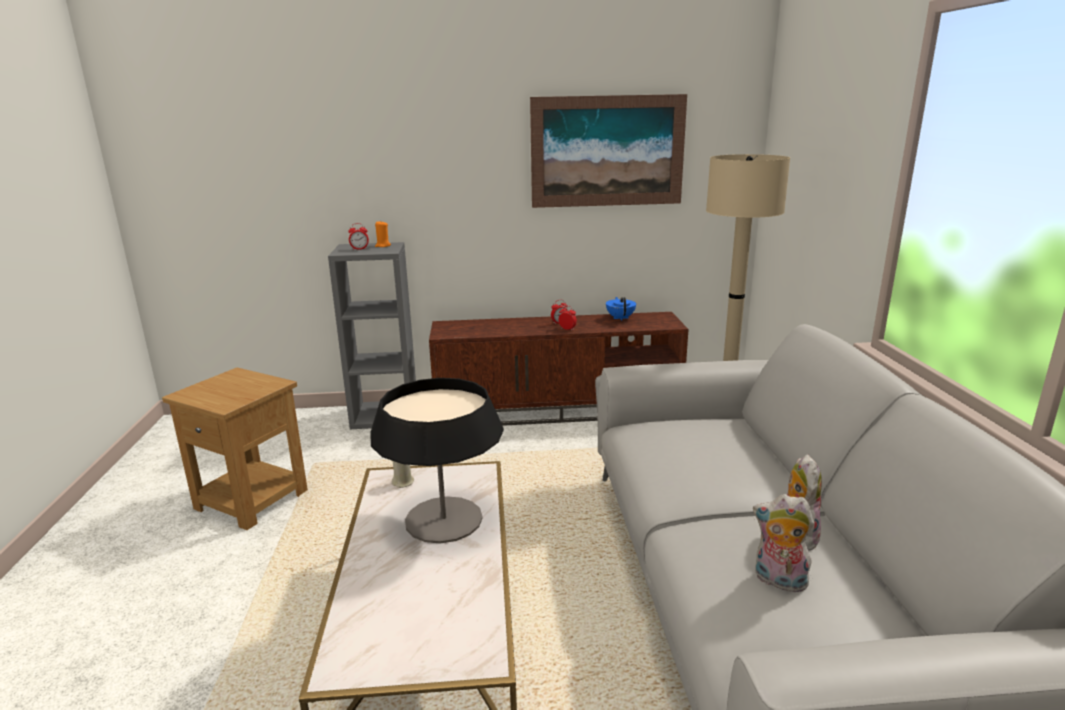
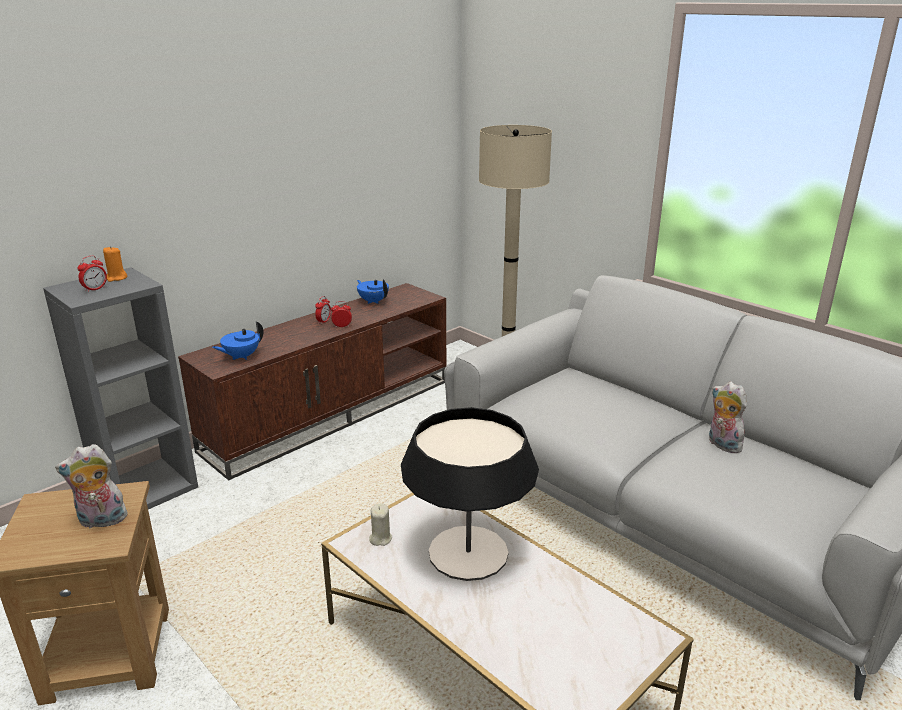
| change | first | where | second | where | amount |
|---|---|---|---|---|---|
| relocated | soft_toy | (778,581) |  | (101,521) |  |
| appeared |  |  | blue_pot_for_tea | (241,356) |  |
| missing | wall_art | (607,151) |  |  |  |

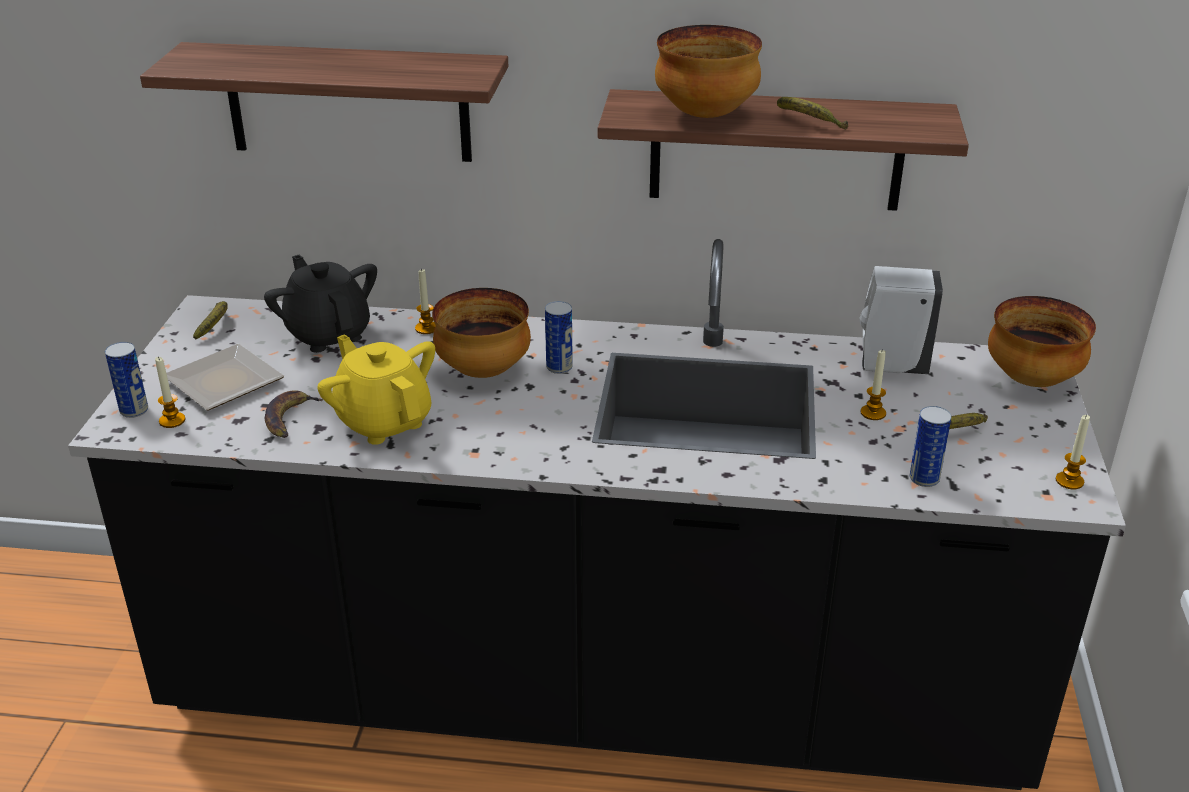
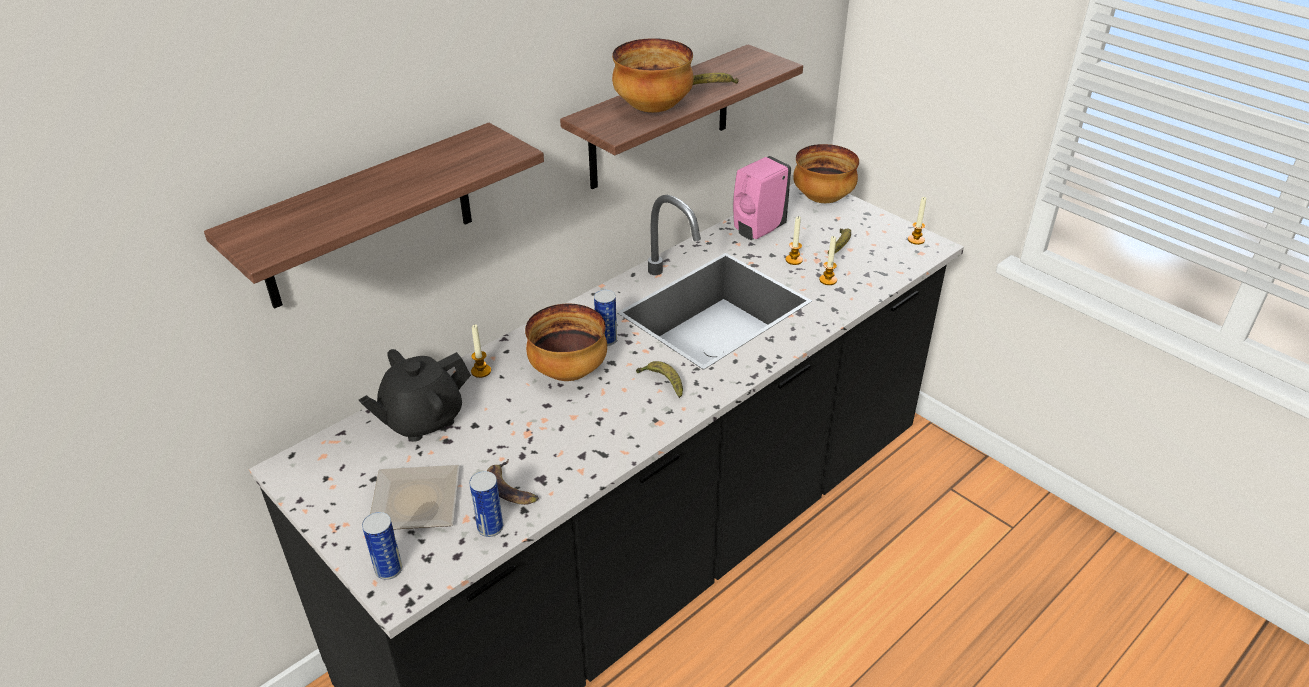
| change | first | where | second | where | amount |
|---|---|---|---|---|---|
| spun | blackish_pot_for_tea | (328,334) |  | (422,419) | 45 degrees counterclockwise |
| relocated | metal_can | (924,478) |  | (490,528) |  |
| relocated | banana | (215,325) |  | (662,383) |  |
| colour | white-coloured_soap_dispenser | (889,366) | pink_soap_dispenser | (757,230) |  |
| relocated | candle | (172,420) |  | (828,280) |  |
| missing | yellow_pot_for_tea | (384,421) |  |  |  |

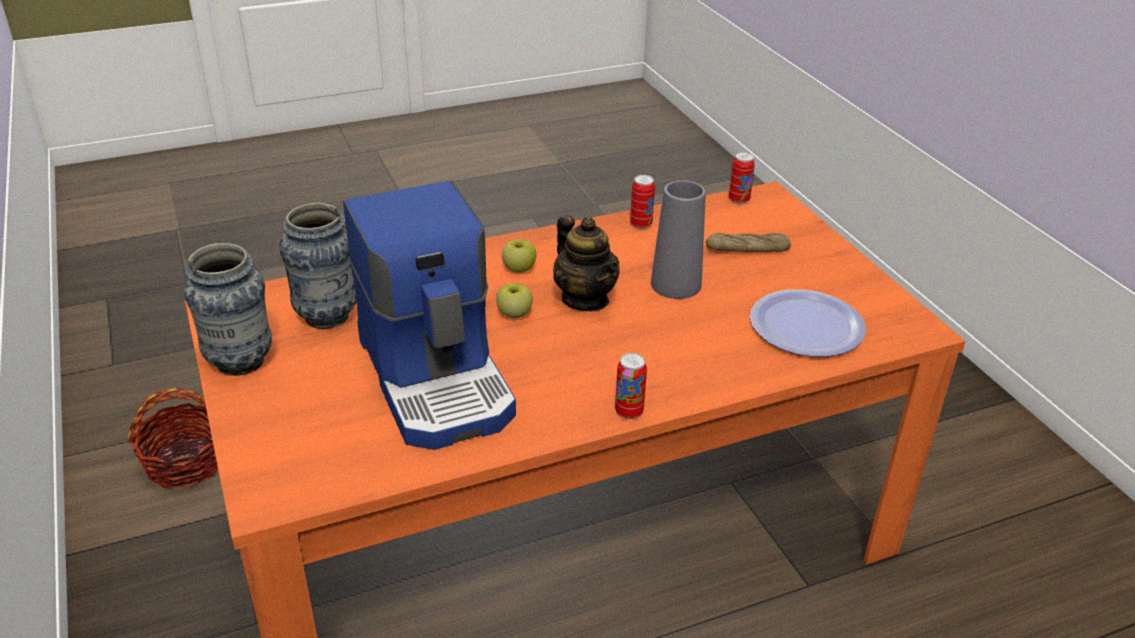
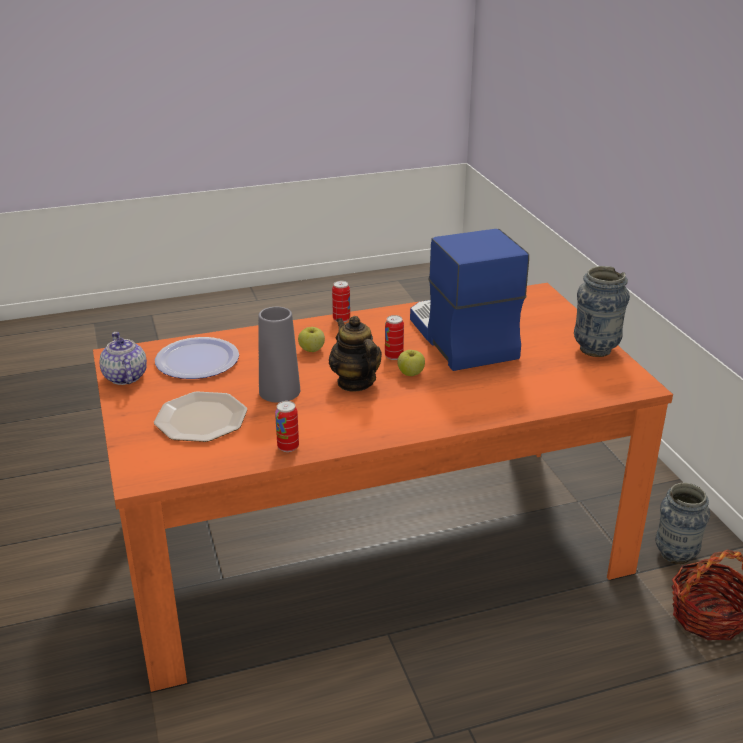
| change | first | where | second | where | amount |
|---|---|---|---|---|---|
| appeared |  |  | pot_for_tea | (125,377) |  |
| exchanged | bread | (747,249) | plate | (201,419) |  |
| relocated | whole_apple | (519,269) |  | (312,350) |  |
| relocated | metal_can | (739,200) |  | (394,356) |  |
| relocated | flower_vase | (327,317) |  | (675,555) |  |

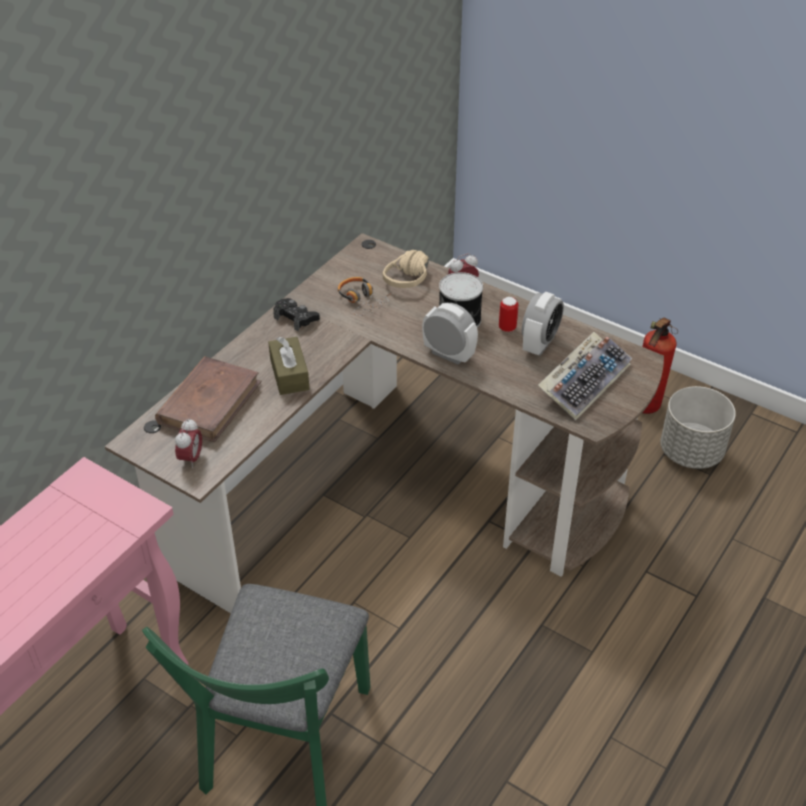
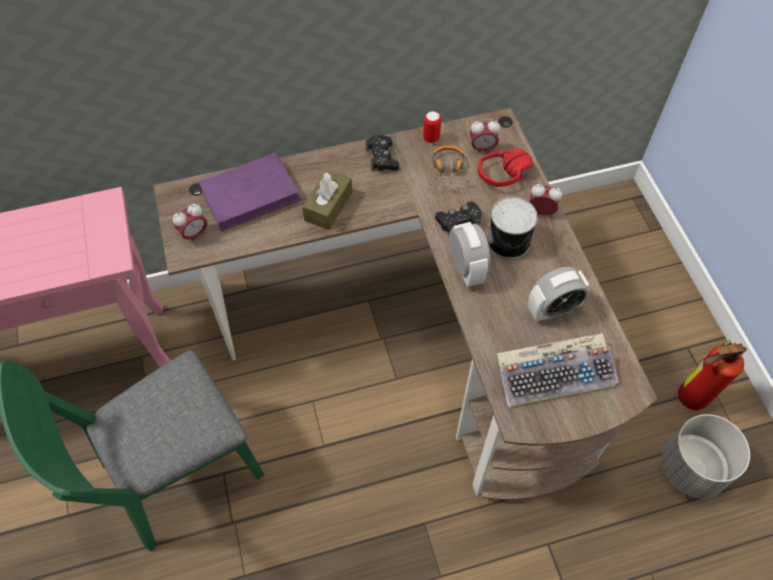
| change | first | where | second | where | amount |
|---|---|---|---|---|---|
| colour | brown-coloured_book | (209,402) | purple-coloured_book | (250,194) |  |
| relocated | metal_can | (507,328) |  | (431,138) |  |
| appeared |  |  | blackish_joypad | (458,221) |  |
| appeared |  |  | bedside_clock | (482,148) |  |
| colour | beige-coloured_headphones | (415,282) | red-coloured_headphones | (507,181) |  |

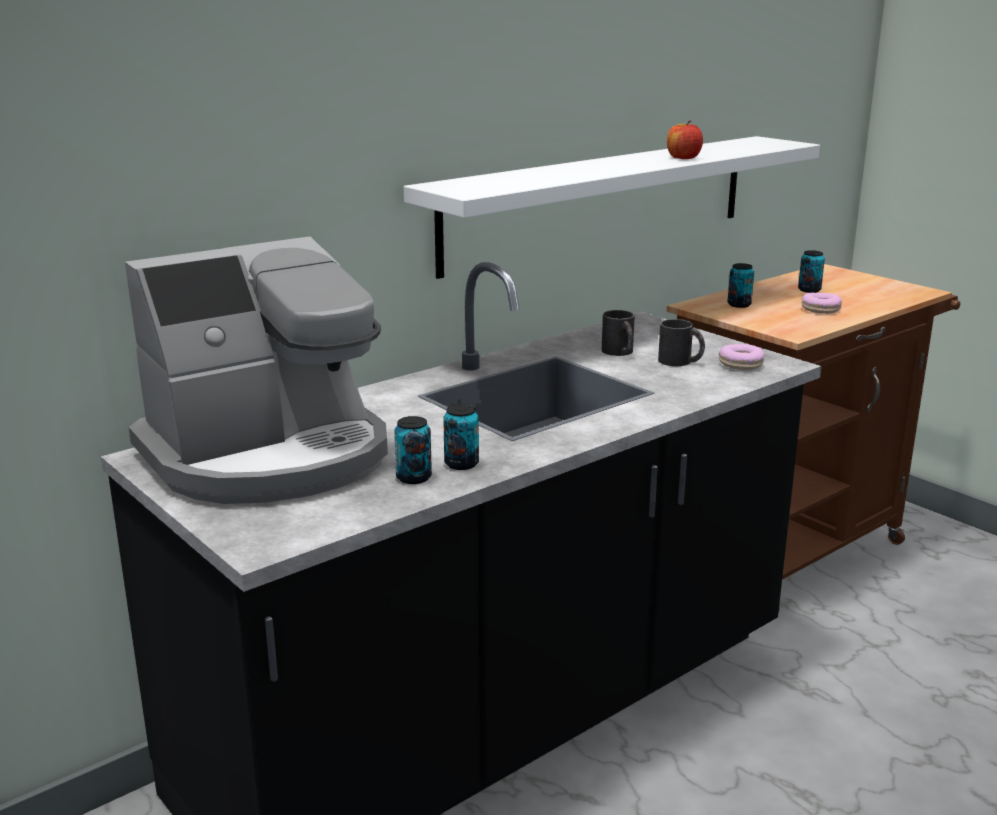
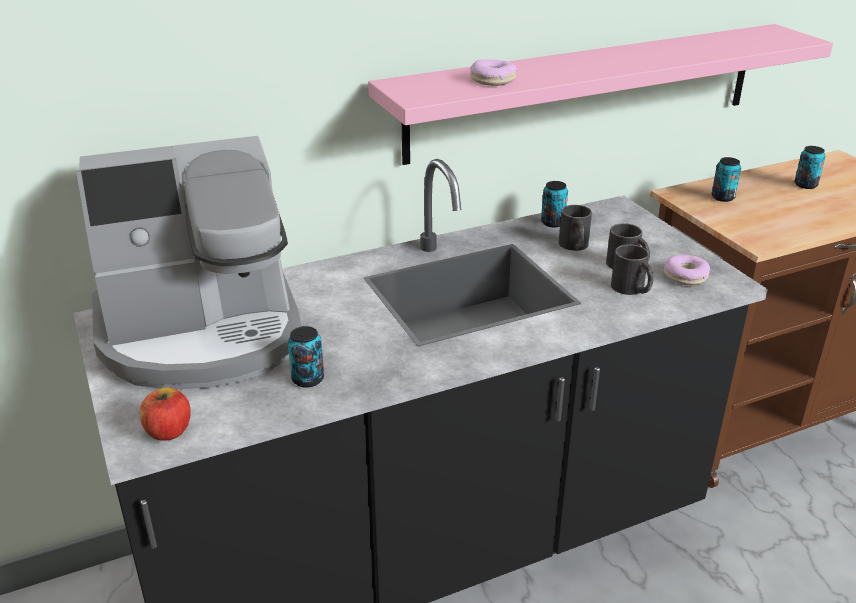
| change | first | where | second | where | amount |
|---|---|---|---|---|---|
| relocated | whole_apple | (683,158) |  | (168,431) |  |
| colour | white-coloured_shelf | (601,201) | pink_shelf | (586,91) |  |
| relocated | doughnut | (821,309) |  | (493,80) |  |
| relocated | metal_can | (461,464) |  | (553,223) |  |
| appeared |  |  | blackish_tea_mug | (632,289) |  |

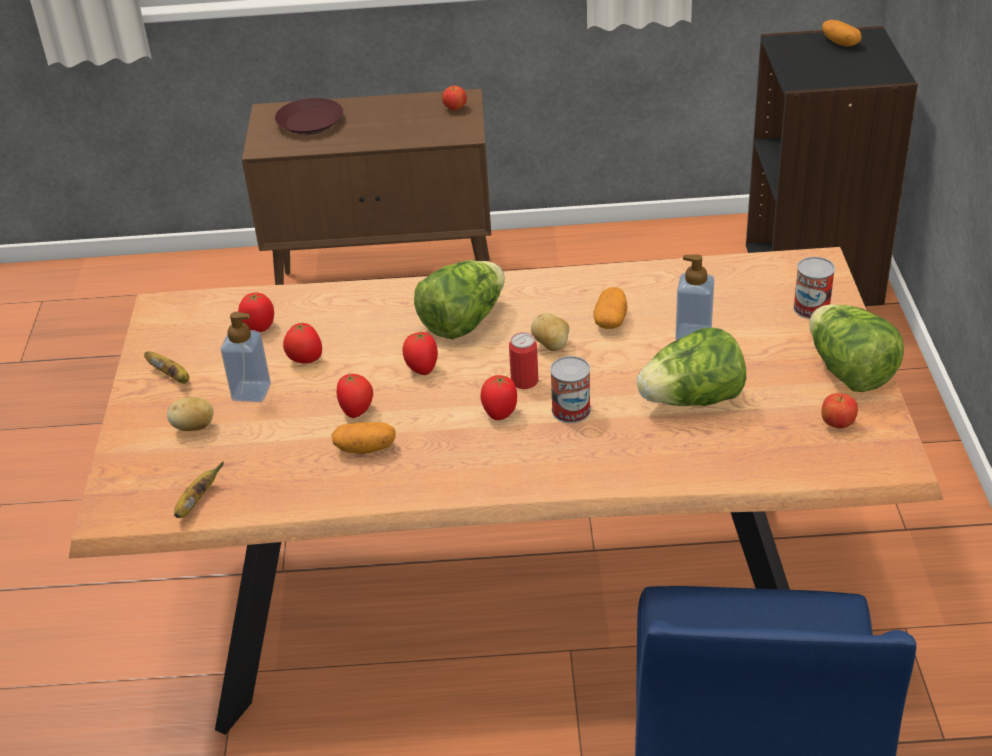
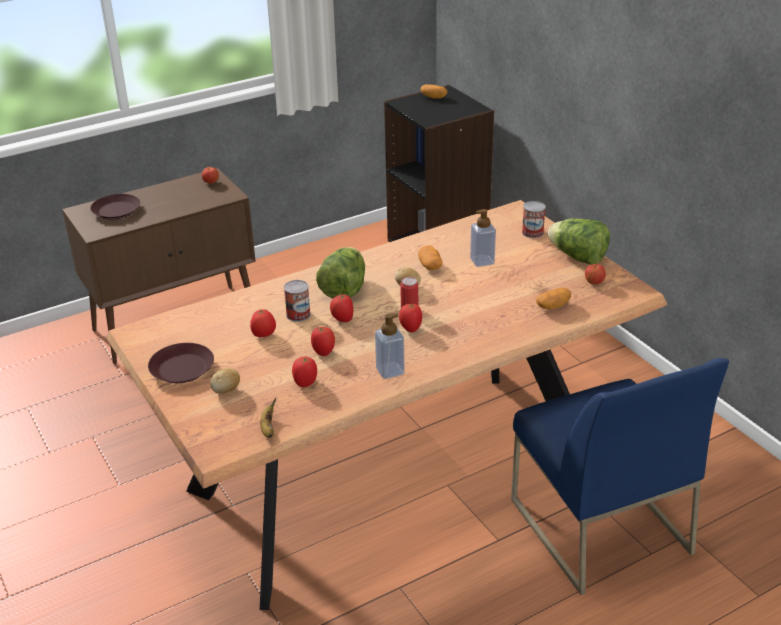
| change | first | where | second | where | amount |
|---|---|---|---|---|---|
| exchanged | banana | (172,377) | brown-coloured_plate | (183,368) |  |
| relocated | metal_can | (571,410) |  | (298,314) |  |
| relocated | tomato | (259,328) |  | (305,383) |  |
| relocated | soap_dispenser | (251,392) |  | (390,371) |  |
| relocated | potato | (365,448) |  | (553,306) |  |
| missing | head_of_lettuce | (692,400) |  |  |  |

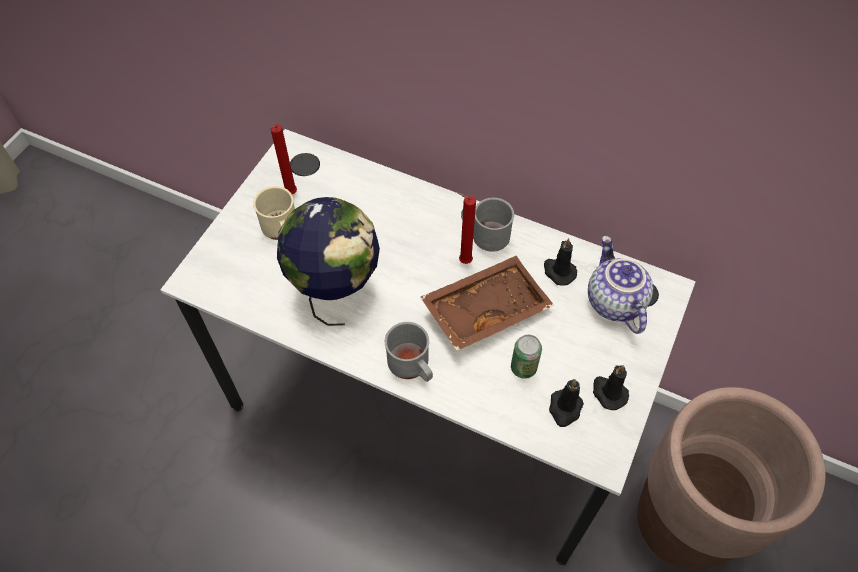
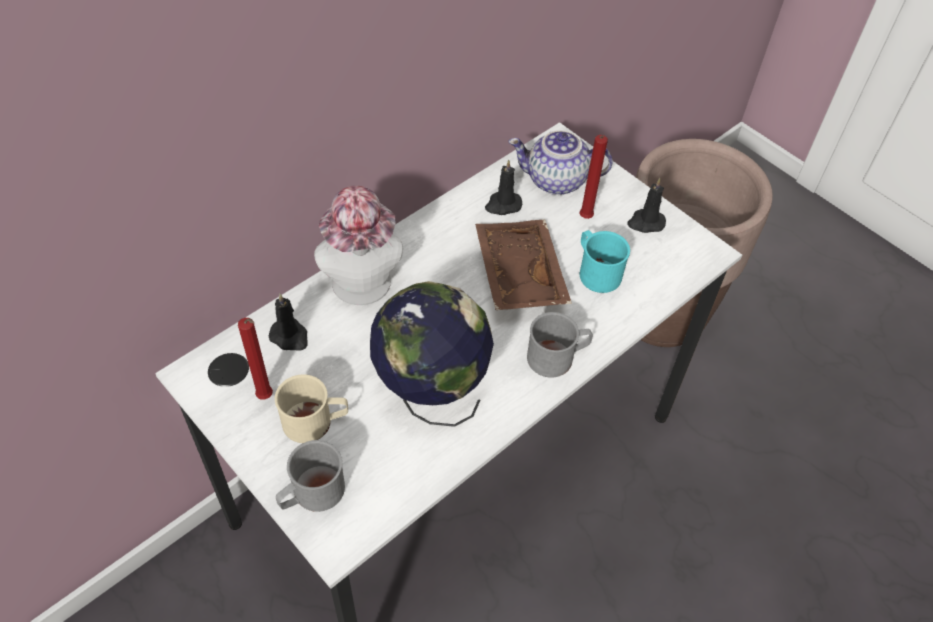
| change | first | where | second | where | amount |
|---|---|---|---|---|---|
| relocated | blackish_candle | (565,409) |  | (290,337) |  |
| relocated | grey_tea_mug | (485,234) |  | (312,494) |  |
| appeared |  |  | wearable_hat | (363,288) |  |
| relocated | red-coloured_candle | (463,261) |  | (584,219) |  |
| exchanged | metal_can | (523,368) | blue-green_tea_mug | (596,271) |  |

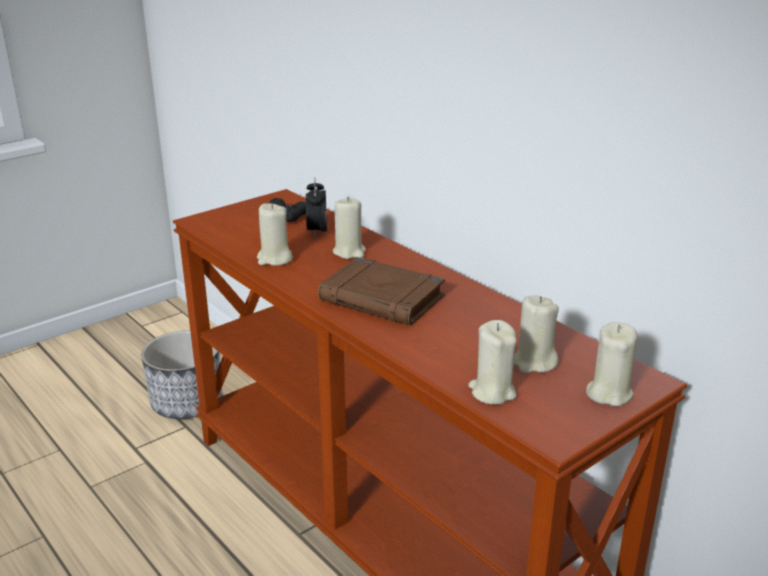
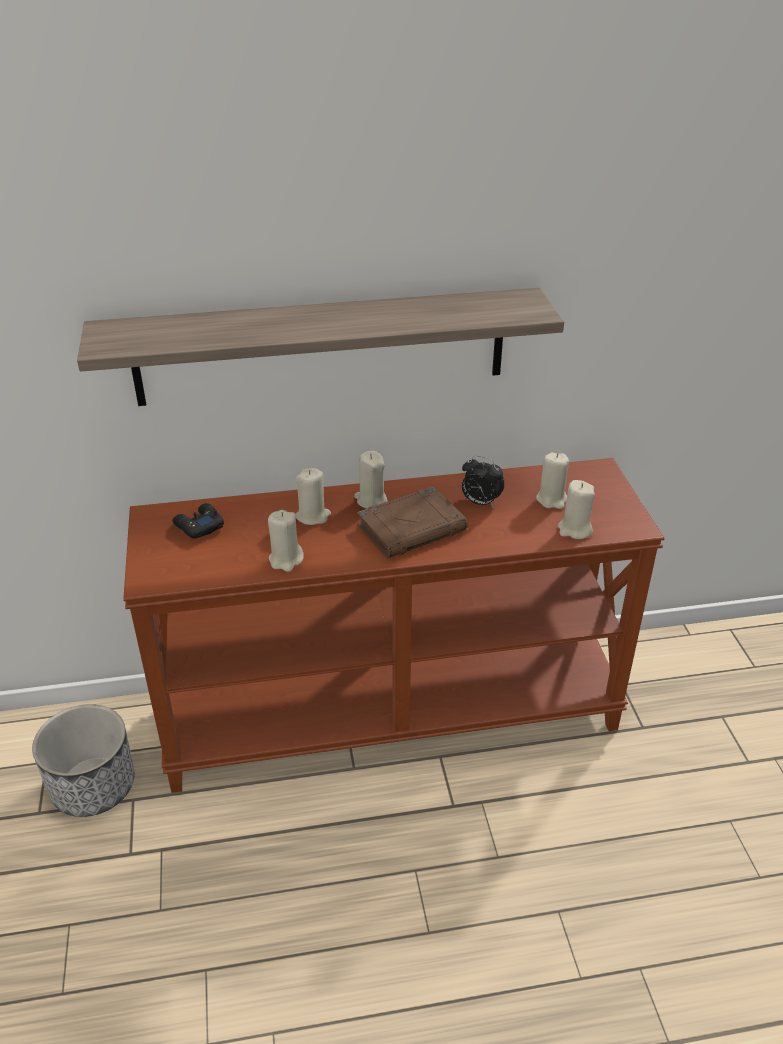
| change | first | where | second | where | amount |
|---|---|---|---|---|---|
| appeared |  |  | shelf | (321,347) |  |
| relocated | beige-coloured_candle | (608,393) |  | (371,499) |  |
| relocated | bedside_clock | (317,231) |  | (480,502) |  |

